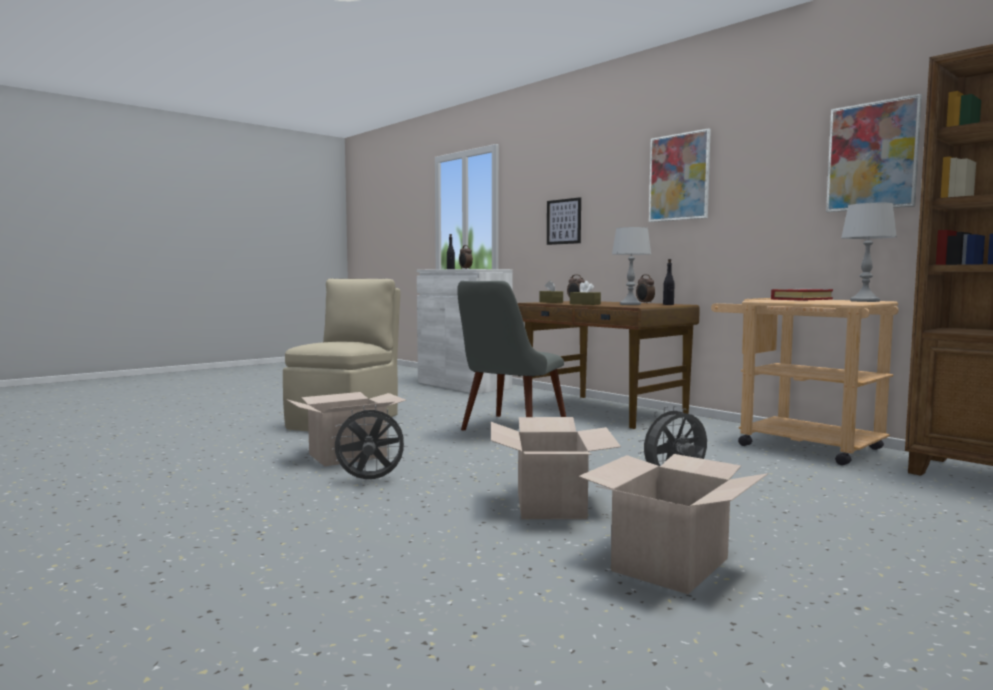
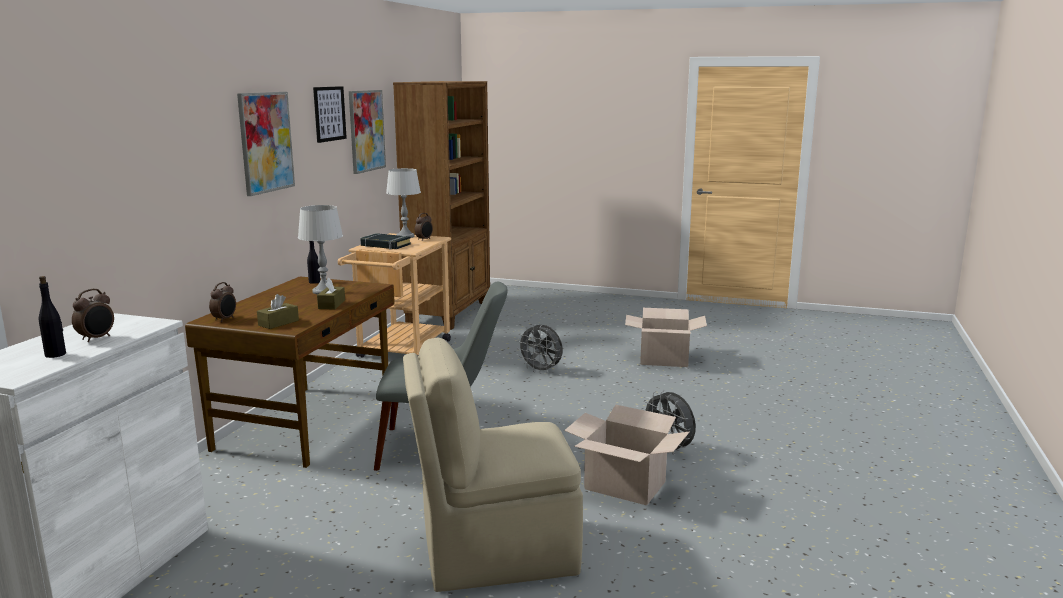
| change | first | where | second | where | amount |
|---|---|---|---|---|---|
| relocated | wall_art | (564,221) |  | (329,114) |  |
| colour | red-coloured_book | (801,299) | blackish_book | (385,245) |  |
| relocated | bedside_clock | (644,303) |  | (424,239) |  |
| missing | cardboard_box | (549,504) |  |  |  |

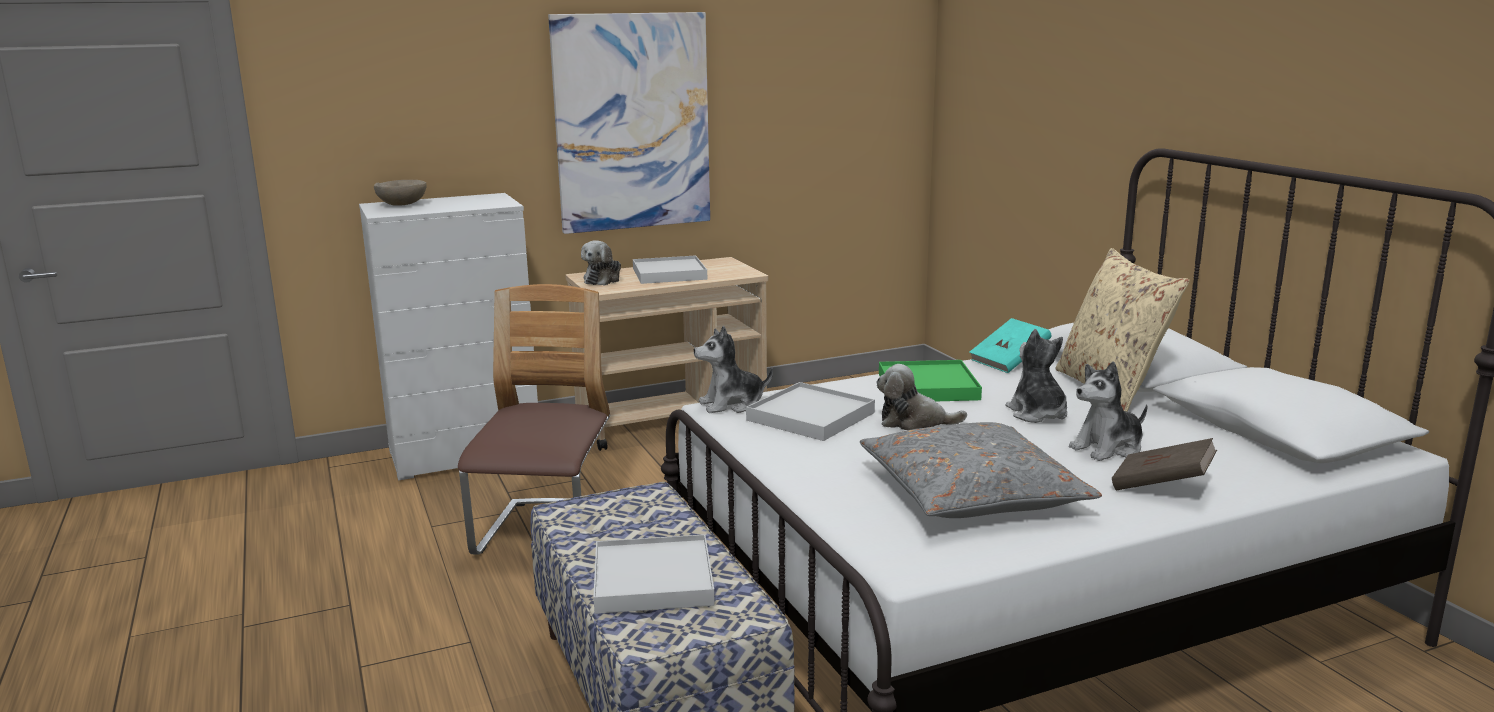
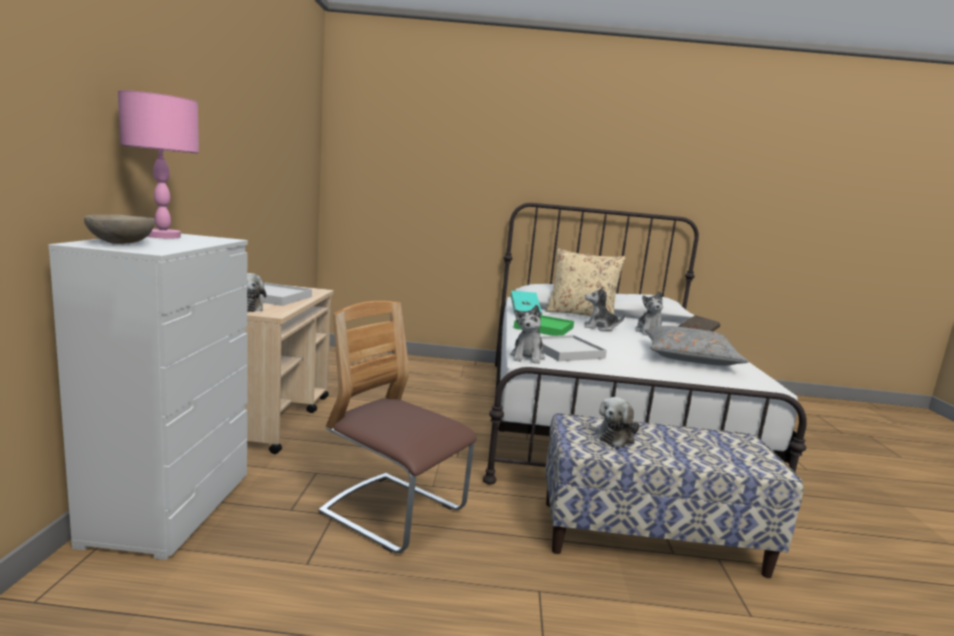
| change | first | where | second | where | amount |
|---|---|---|---|---|---|
| appeared |  |  | pink_lamp_for_a_table | (162,236) |  |
| relocated | soft_toy | (914,422) |  | (616,436) |  |
| missing | wall_art | (632,122) |  |  |  |
| missing | white-coloured_serving_tray | (652,580) |  |  |  |

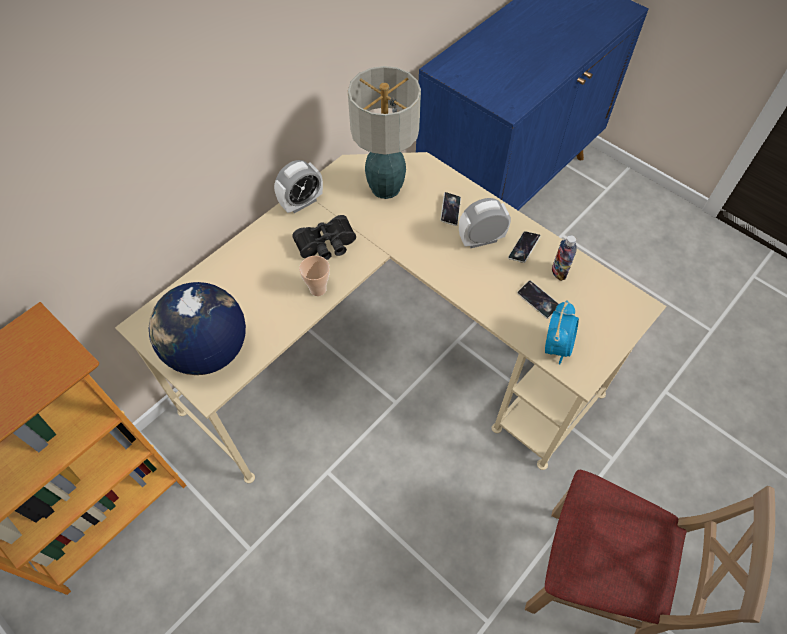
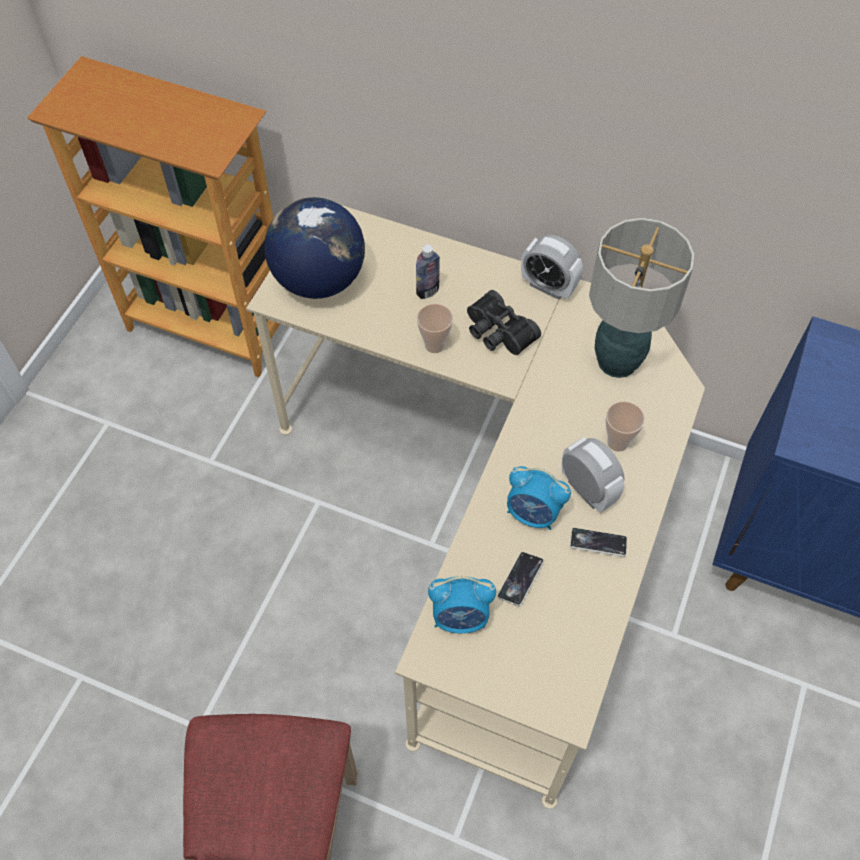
| change | first | where | second | where | amount |
|---|---|---|---|---|---|
| relocated | beverage_bottle | (558,272) |  | (427,291) |  |
| appeared |  |  | bedside_clock | (533,514) |  |
| exchanged | handset | (450,210) | drinking_cup | (617,442) |  |

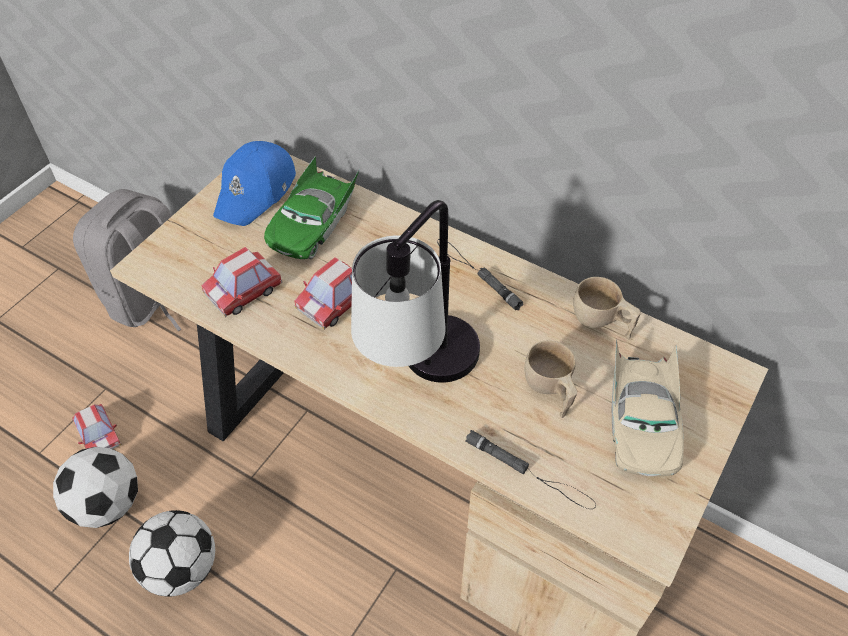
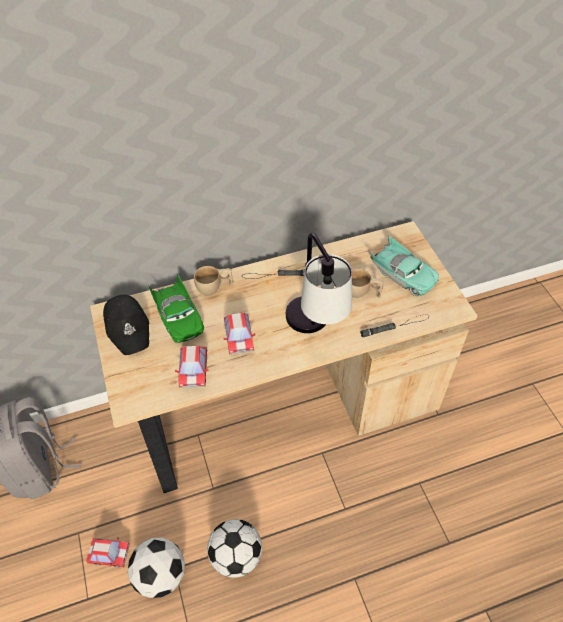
| change | first | where | second | where | amount |
|---|---|---|---|---|---|
| colour | blue_cap | (256,191) | blackish_cap | (128,327) |  |
| relocated | beige-coloured_drinking_cup | (601,322) |  | (214,288) |  |
| colour | beige-coloured_model_car | (641,421) | blue-green_model_car | (402,274) |  |

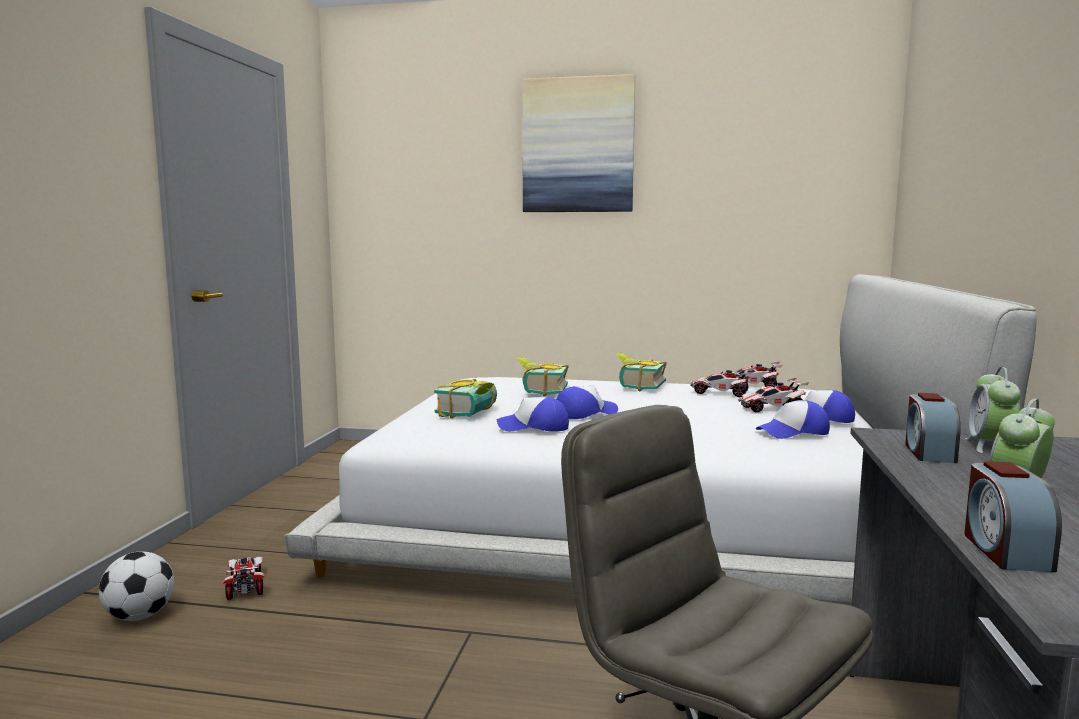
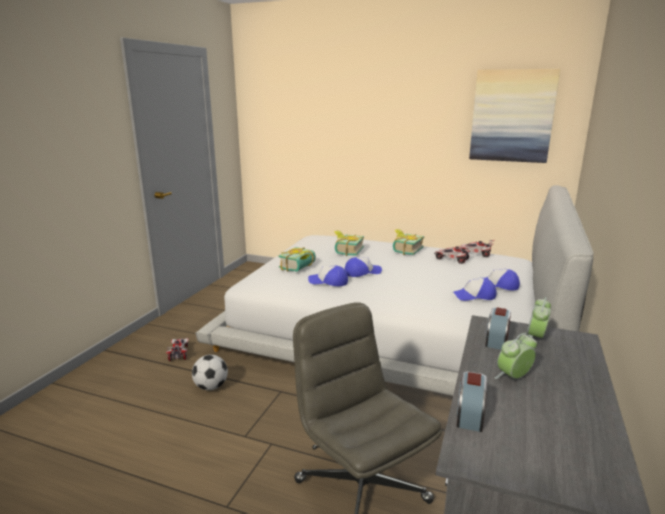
| change | first | where | second | where | amount |
|---|---|---|---|---|---|
| relocated | football | (140,616) |  | (211,387) |  |
| relocated | wall_art | (578,145) |  | (512,116) |  |
| missing | model_car | (772,409) |  |  |  |

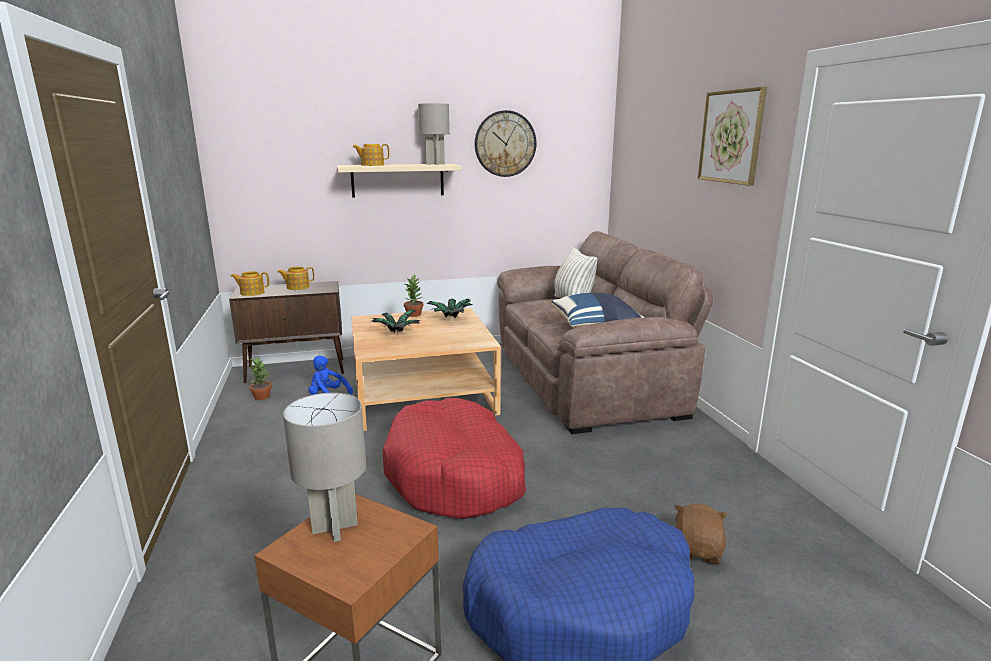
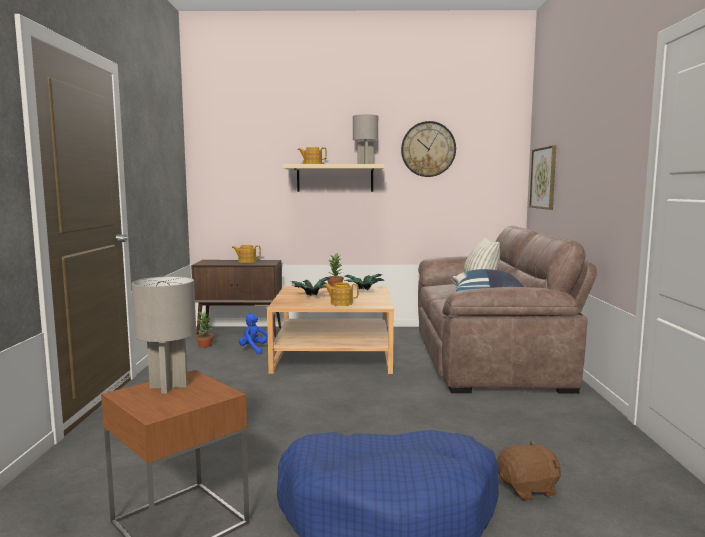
| change | first | where | second | where | amount |
|---|---|---|---|---|---|
| relocated | pot_for_tea | (252,293) |  | (341,303) |  |
| spun | brown-coloured_soft_toy | (698,550) |  | (528,489) | 45 degrees clockwise |
| relocated | wall_art | (731,137) |  | (543,178) |  |
| missing | red-coloured_pet_bed | (456,475) |  |  |  |

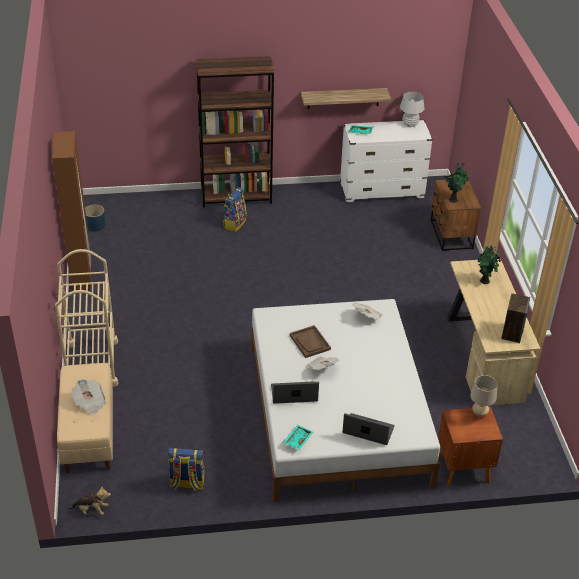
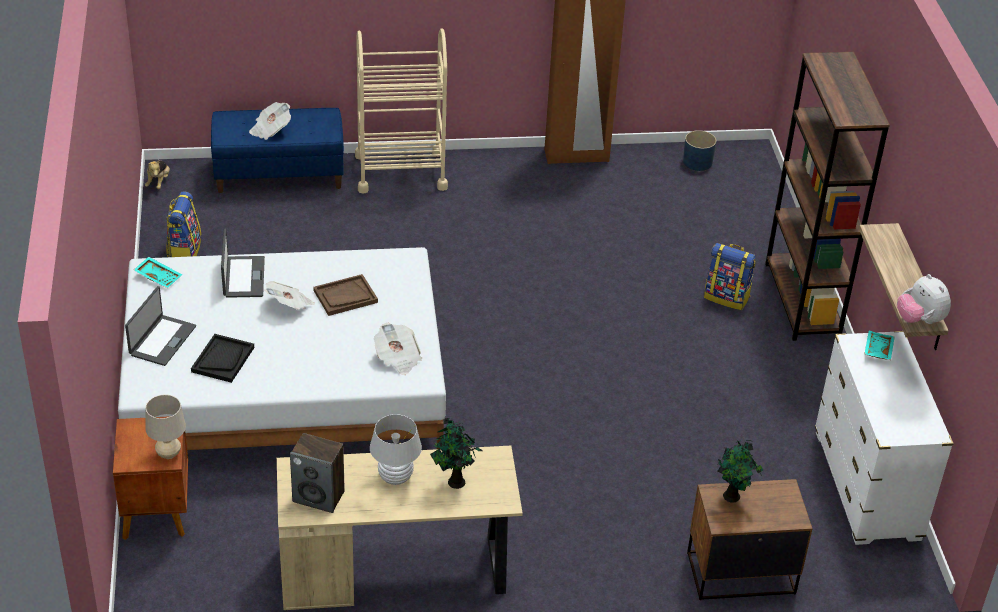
| change | first | where | second | where | amount |
|---|---|---|---|---|---|
| appeared |  |  | blackish_serving_tray | (223,359) |  |
| colour | beige-coloured_long_seat | (88,433) | blue_long_seat | (279,174) |  |
| relocated | white-coloured_lamp_for_a_table | (410,125) |  | (395,477) |  |
| appeared |  |  | soft_toy | (919,320) |  |

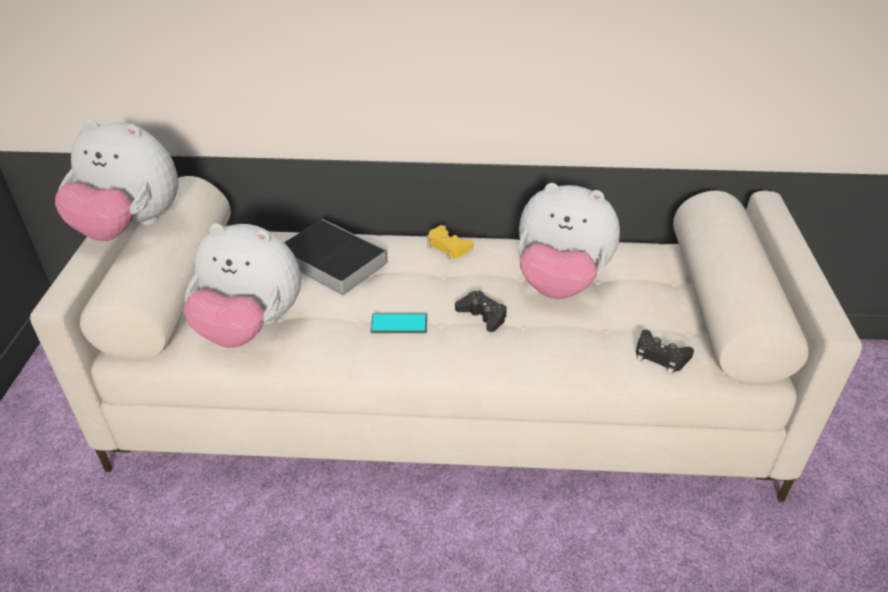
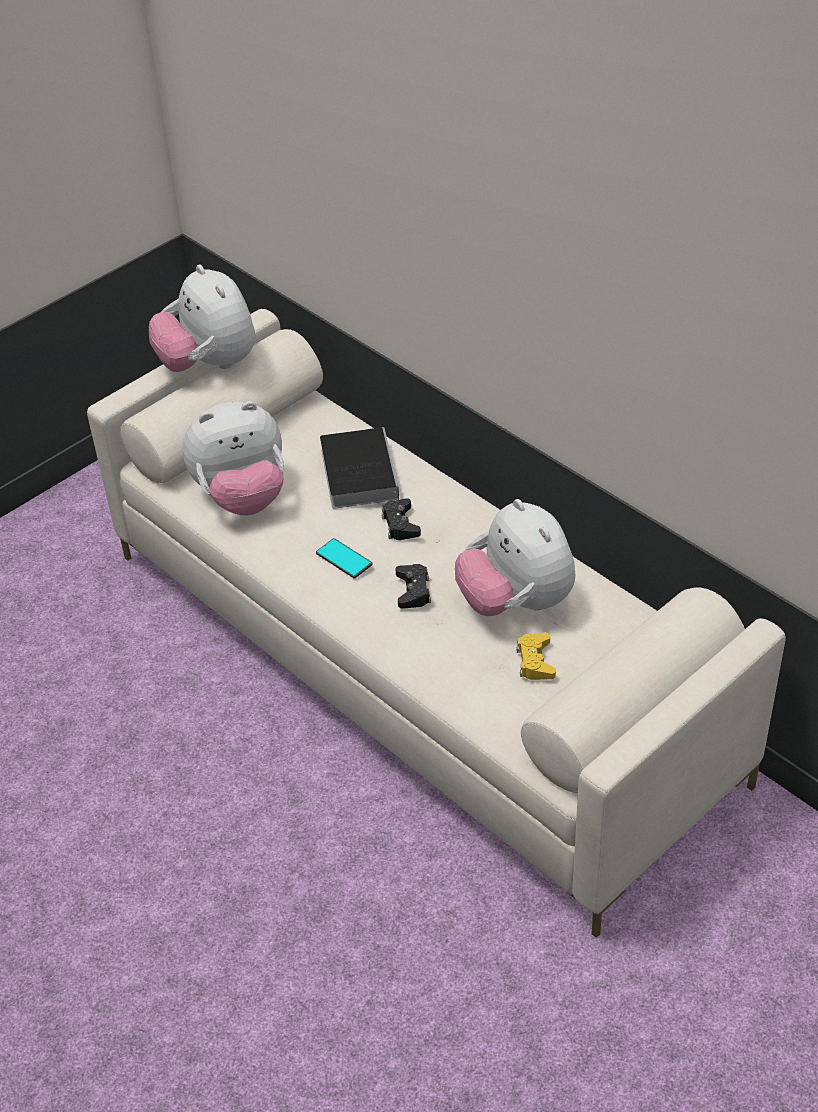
| change | first | where | second | where | amount |
|---|---|---|---|---|---|
| spun | soft_toy | (250,327) |  | (242,497) | 75 degrees counterclockwise |
| relocated | blackish_joypad | (660,356) |  | (400,524) |  |
| relocated | yellow_joypad | (448,247) |  | (535,661) |  |

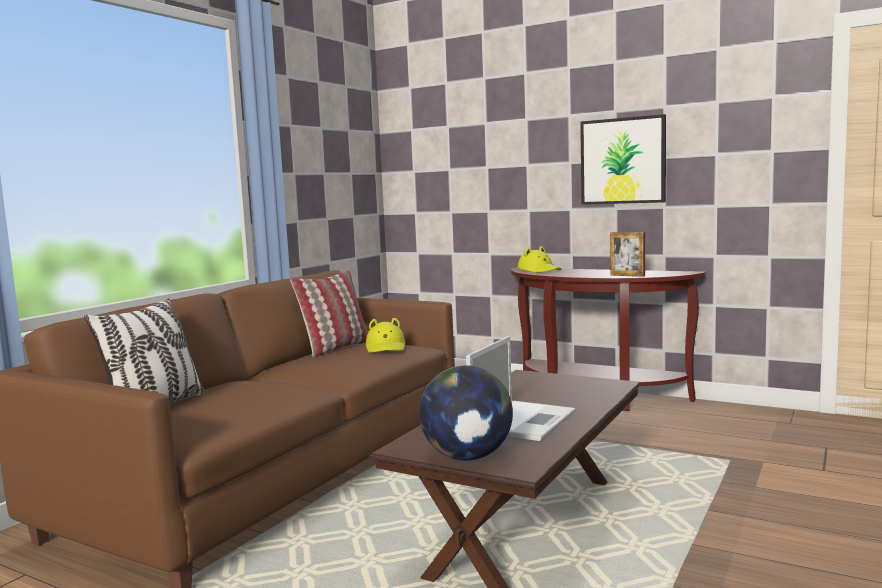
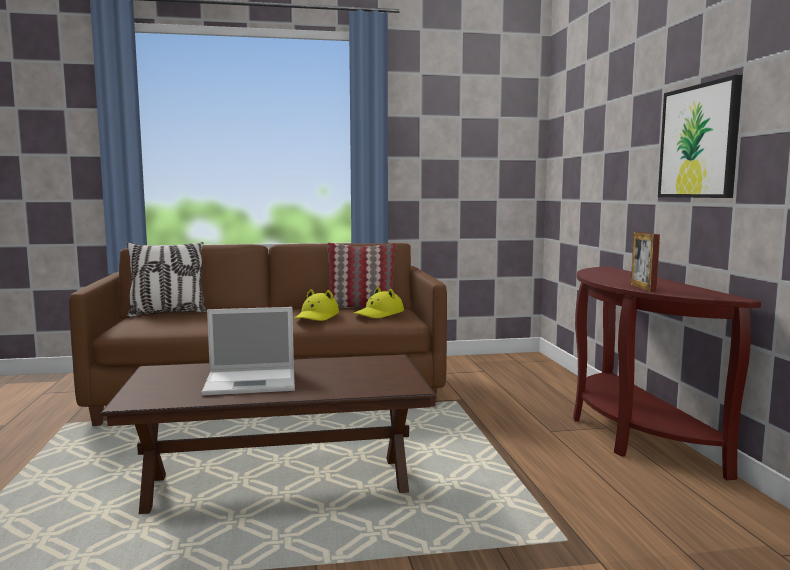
| change | first | where | second | where | amount |
|---|---|---|---|---|---|
| relocated | yellow_wearable_hat | (539,270) |  | (317,316) |  |
| missing | world_globe | (467,457) |  |  |  |

